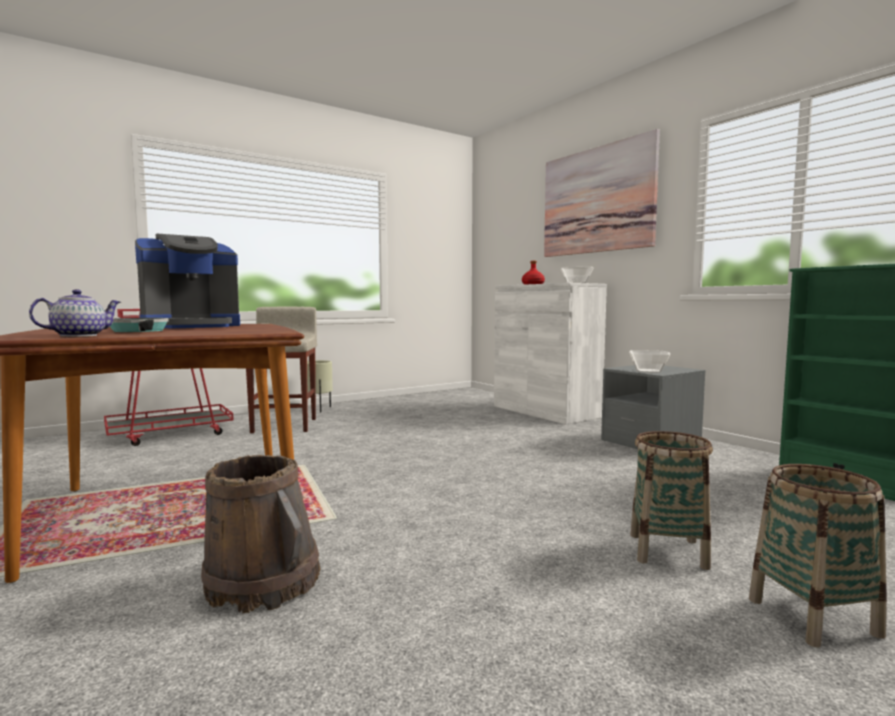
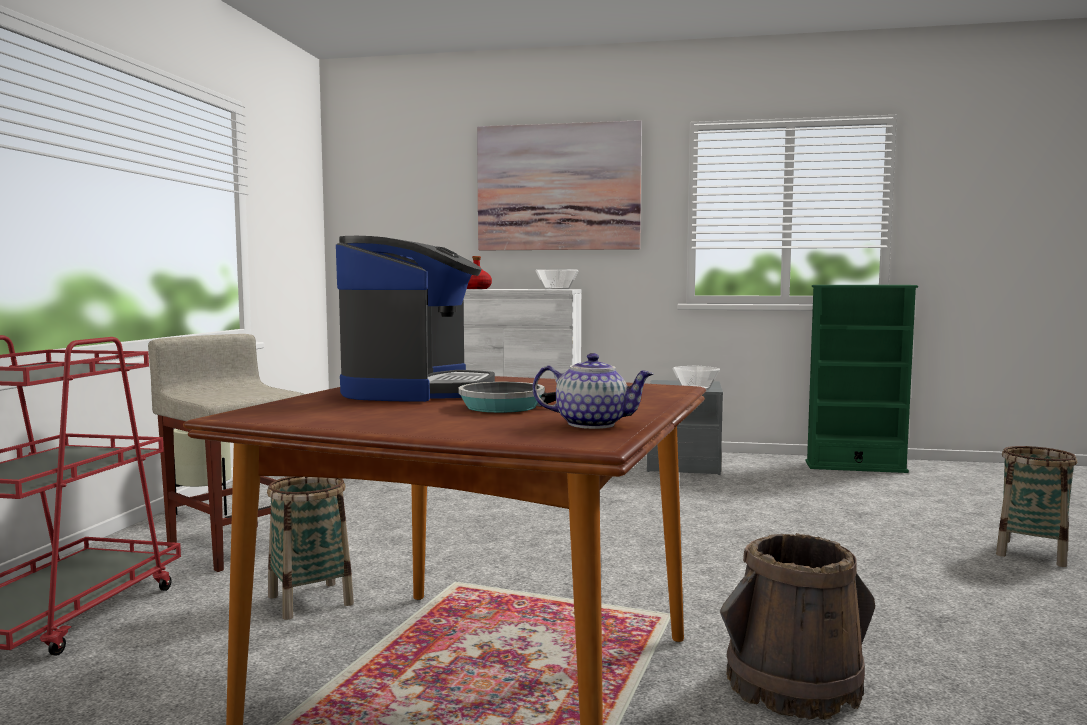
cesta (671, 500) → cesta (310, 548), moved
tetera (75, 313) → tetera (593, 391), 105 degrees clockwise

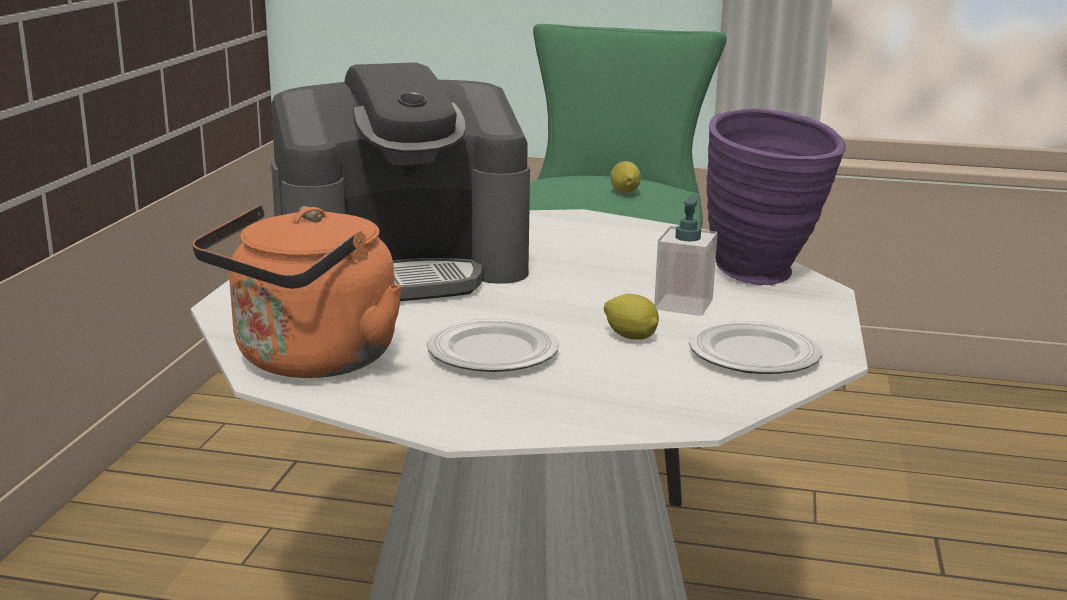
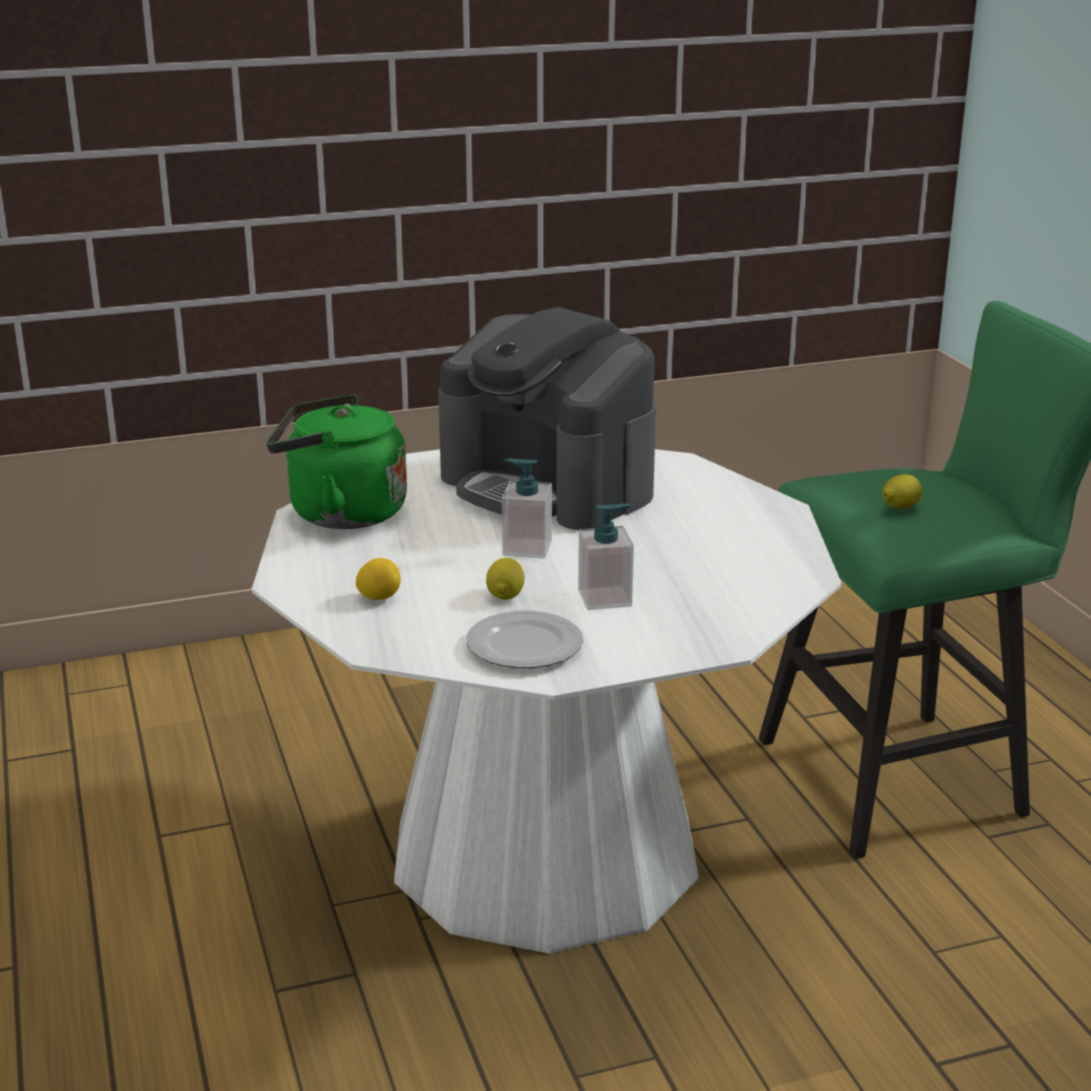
plato (493, 345) → -
florero [morado] (776, 196) → -
- → limón (378, 579)
- → dispensador de jabón (527, 509)
hervidor [naranja] (297, 291) → hervidor [verde] (336, 461)

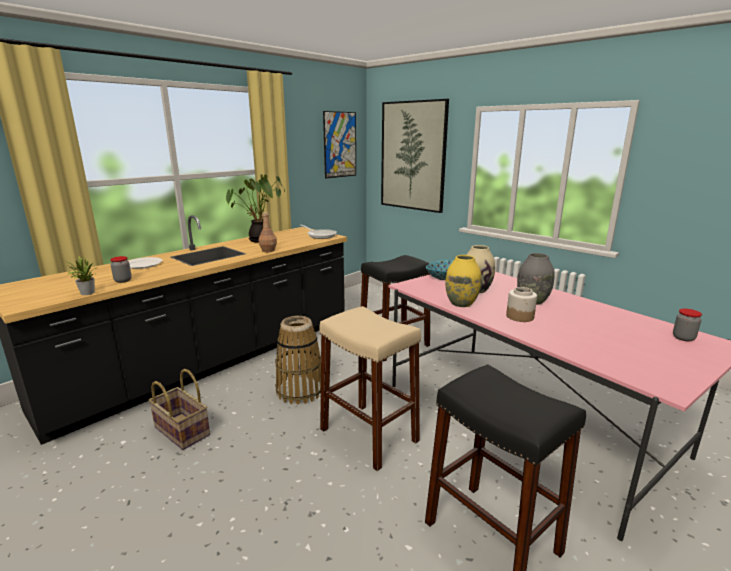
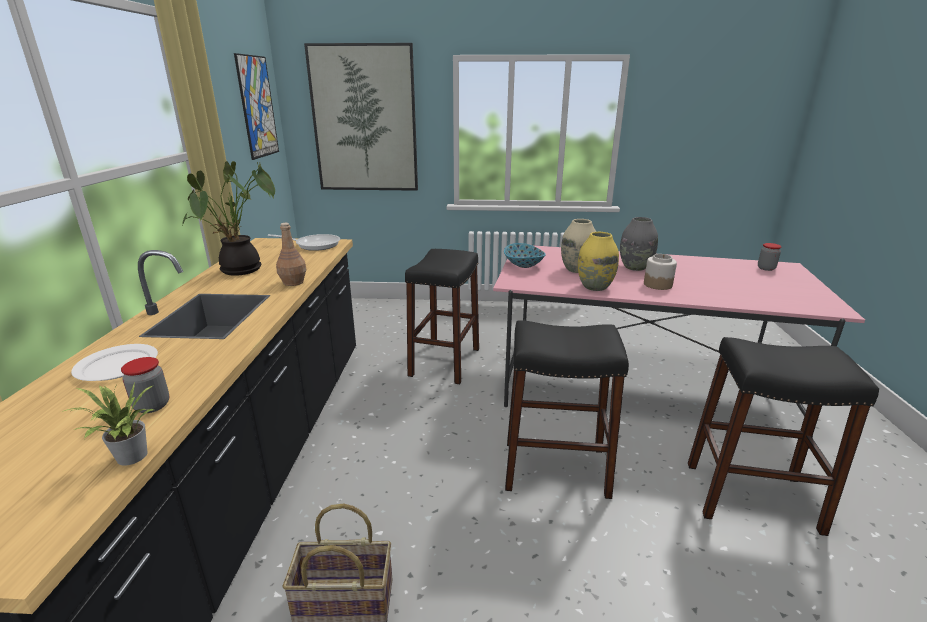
cesta (298, 360) → -
taburete [beis] (370, 388) → taburete [negro] (567, 409)

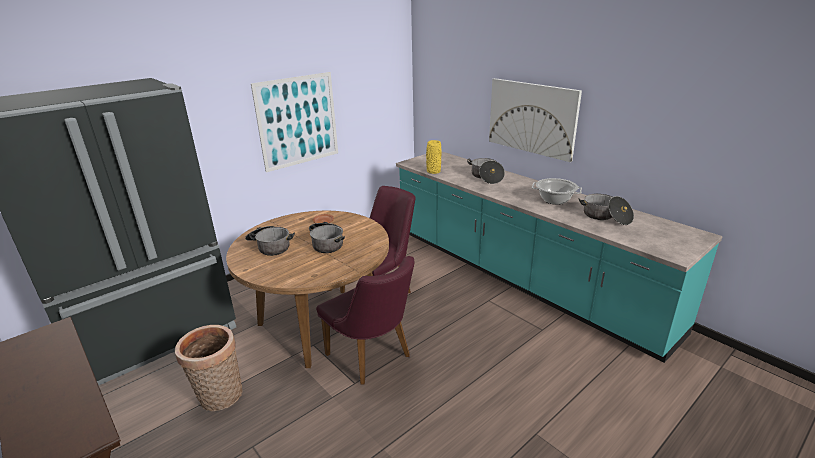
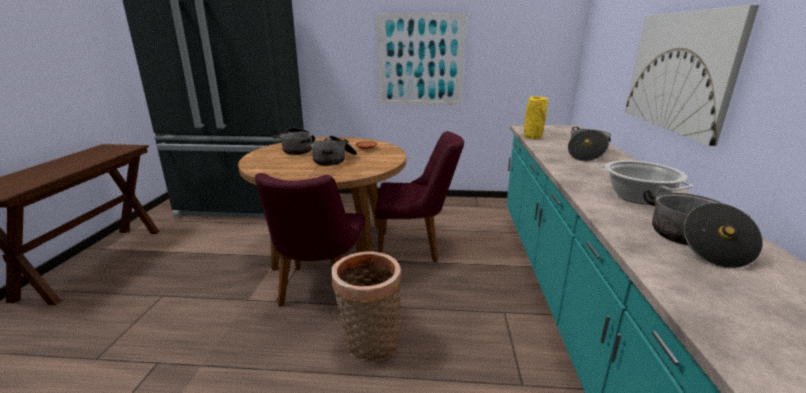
cesta (209, 368) → cesta (366, 306), moved

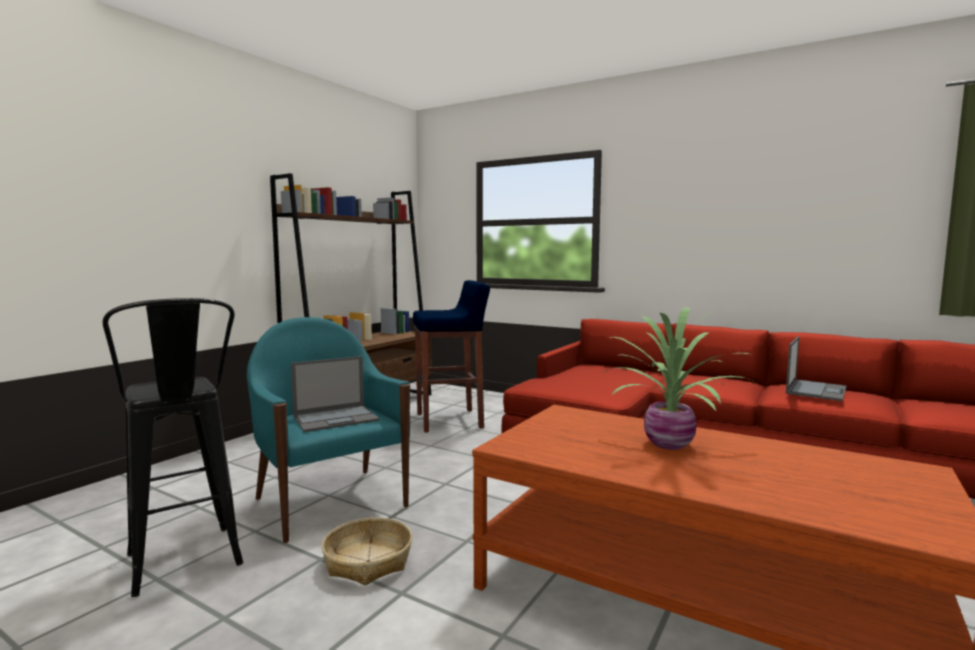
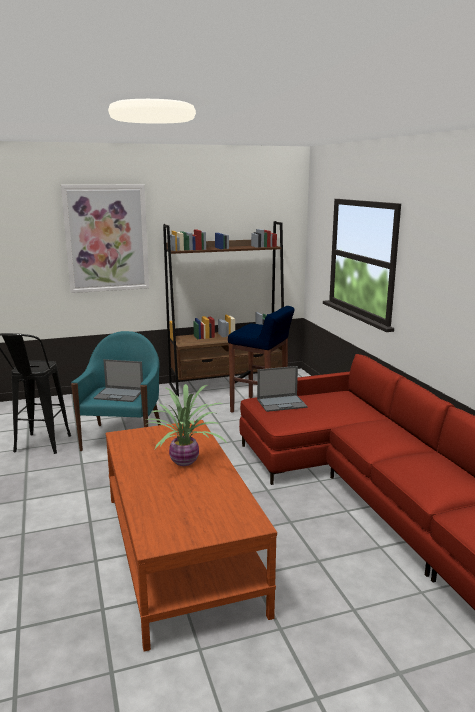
cesta (367, 551) → -
- → cuadro (105, 239)
portátil (816, 368) → portátil (282, 389), moved

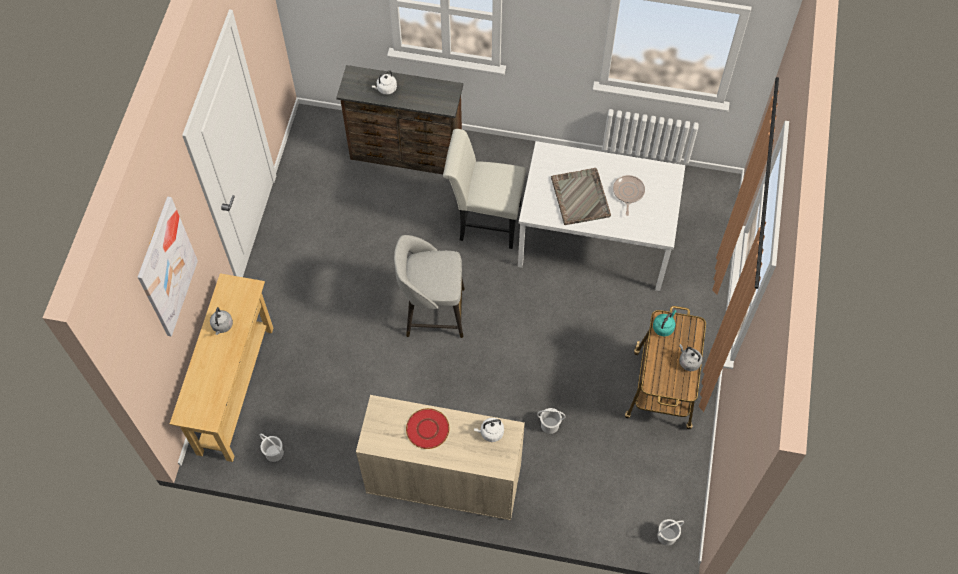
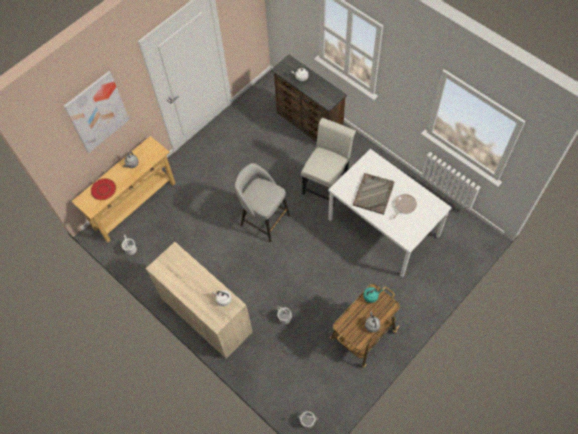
plato [rojo] (427, 428) → plato [rojo] (103, 189), moved
silla [blanco] (484, 189) → silla [blanco] (328, 162), 75 degrees clockwise

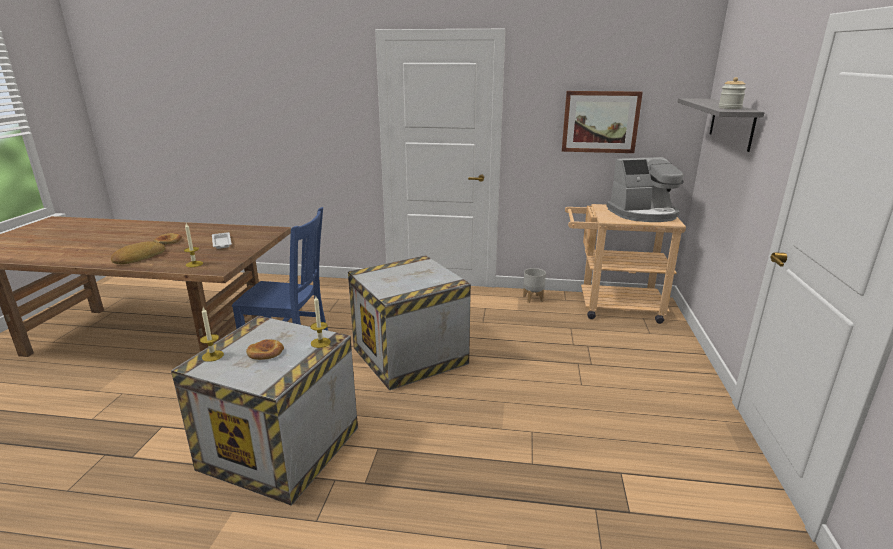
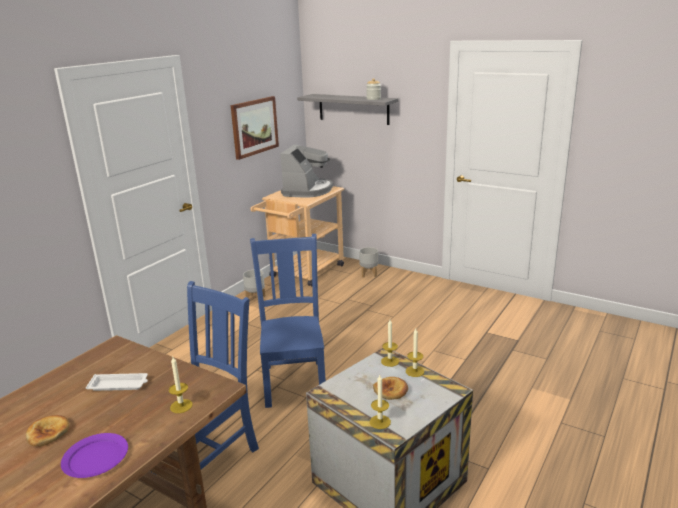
- → maceta [gris] (368, 262)
- → vela (415, 353)
pan (138, 252) → plato [morado] (94, 455)
caja de embalaje (409, 322) → silla [azul] (288, 321)

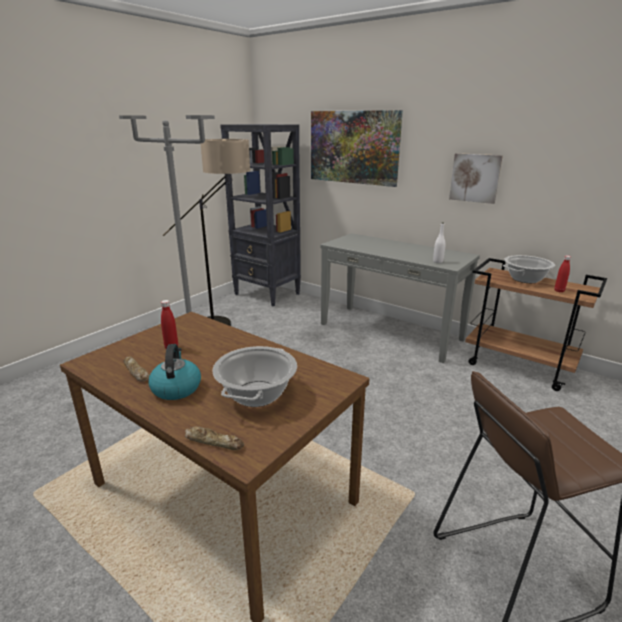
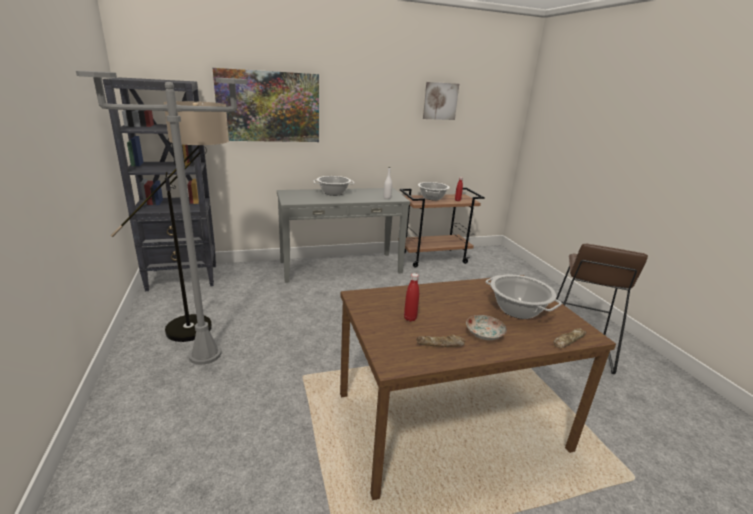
- → olla (333, 186)
cuadro (476, 178) → cuadro (441, 101), moved
hervidor (174, 372) → plato (486, 327)

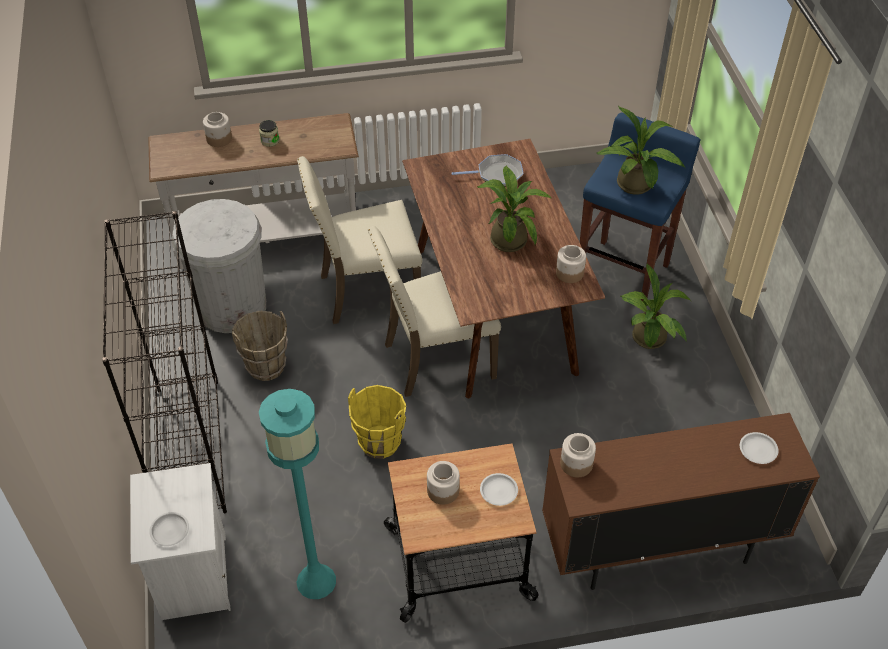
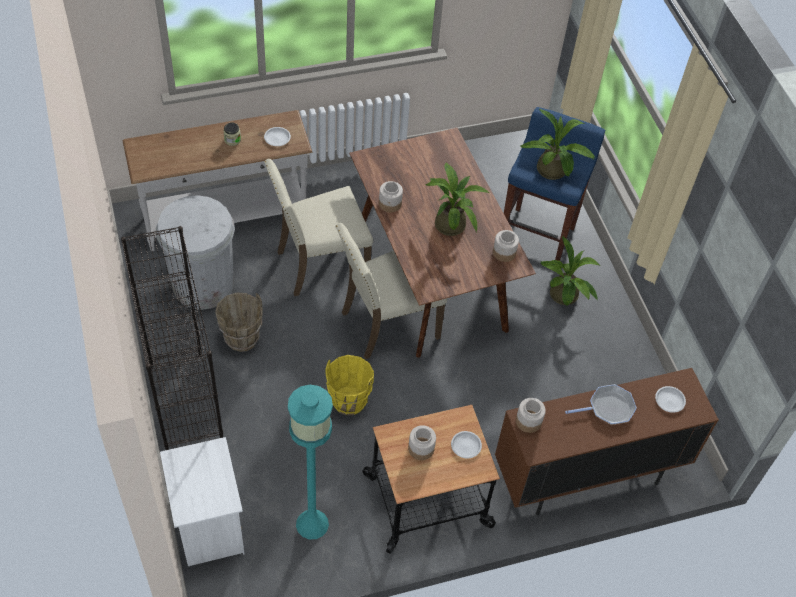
plato [blanco] (169, 529) → plato [blanco] (277, 136), moved
tarro (217, 129) → tarro (391, 197), moved
sartén (487, 170) → sartén (601, 404), moved

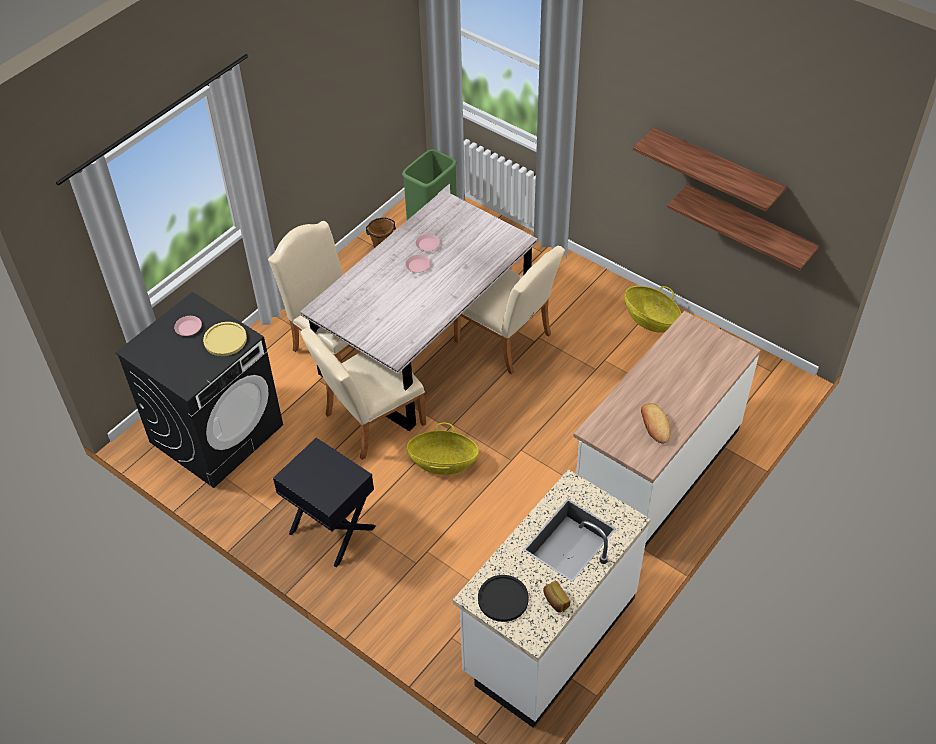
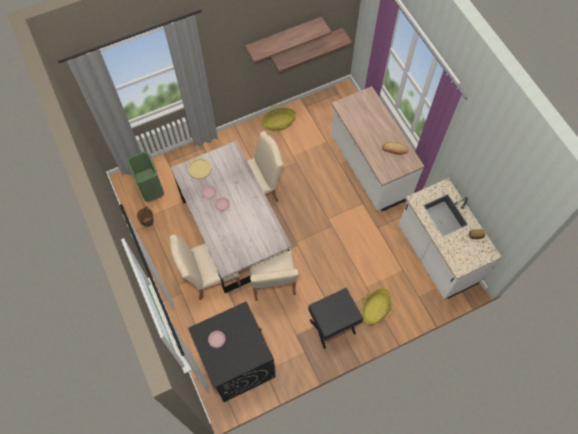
plato [negro] (503, 598) → -
plato [amarillo] (225, 339) → plato [amarillo] (199, 168), moved
cesta (442, 449) → cesta (377, 306), moved

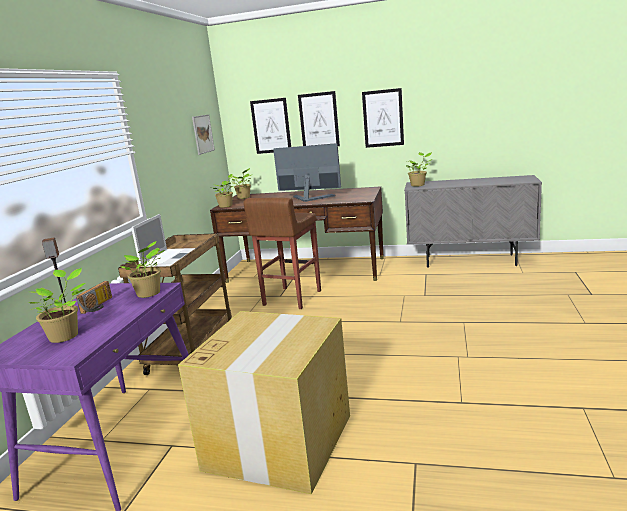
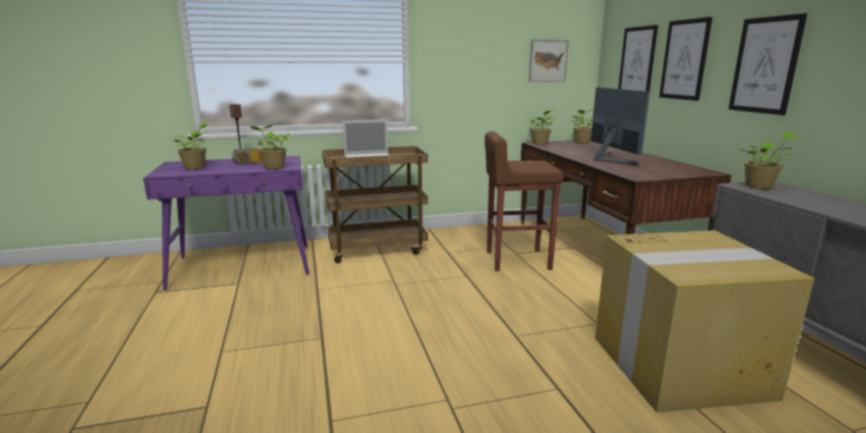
caja de cartón (264, 402) → caja de cartón (704, 321), moved

